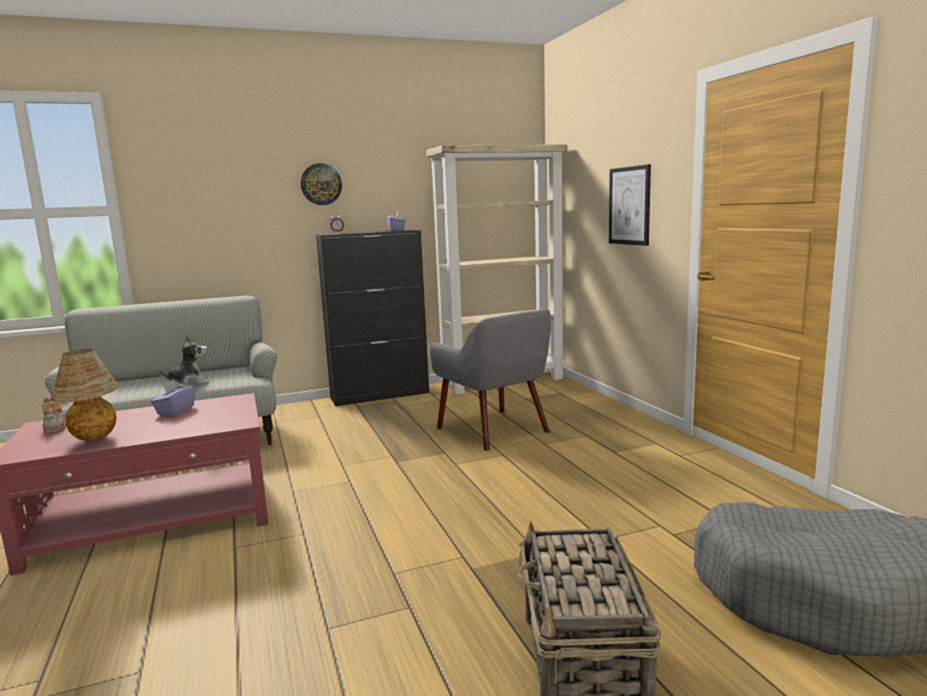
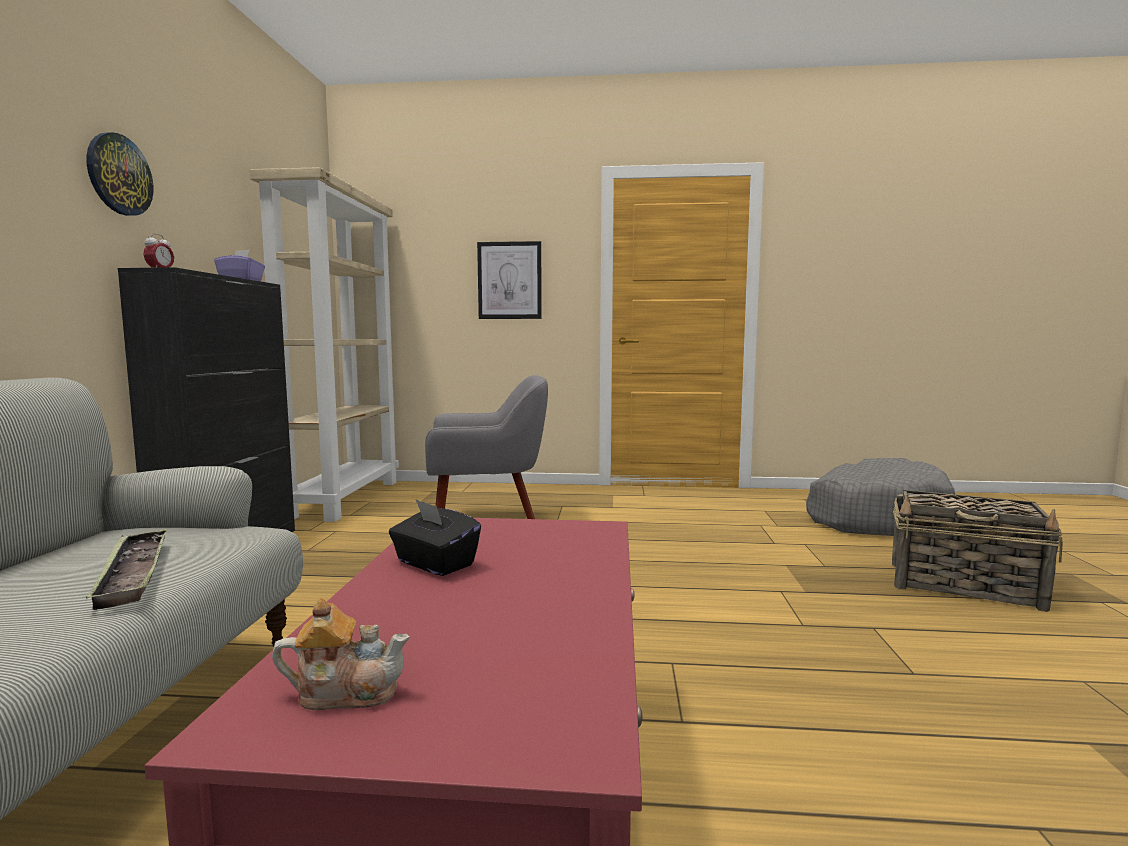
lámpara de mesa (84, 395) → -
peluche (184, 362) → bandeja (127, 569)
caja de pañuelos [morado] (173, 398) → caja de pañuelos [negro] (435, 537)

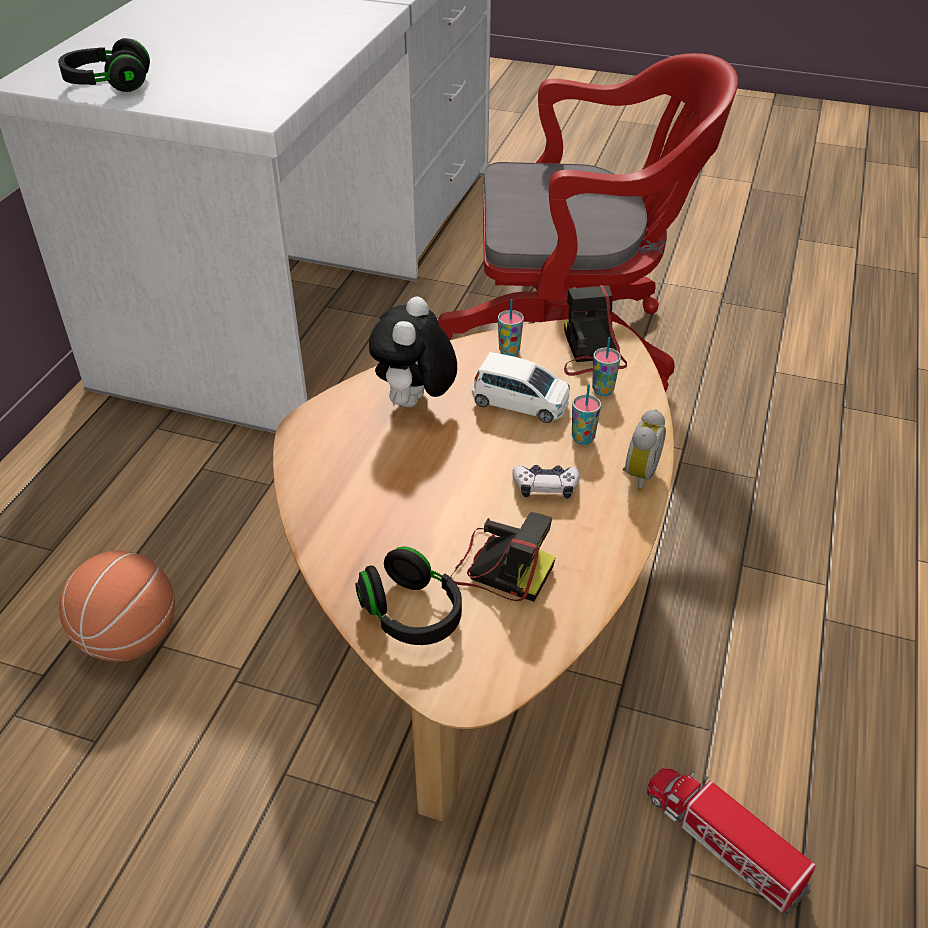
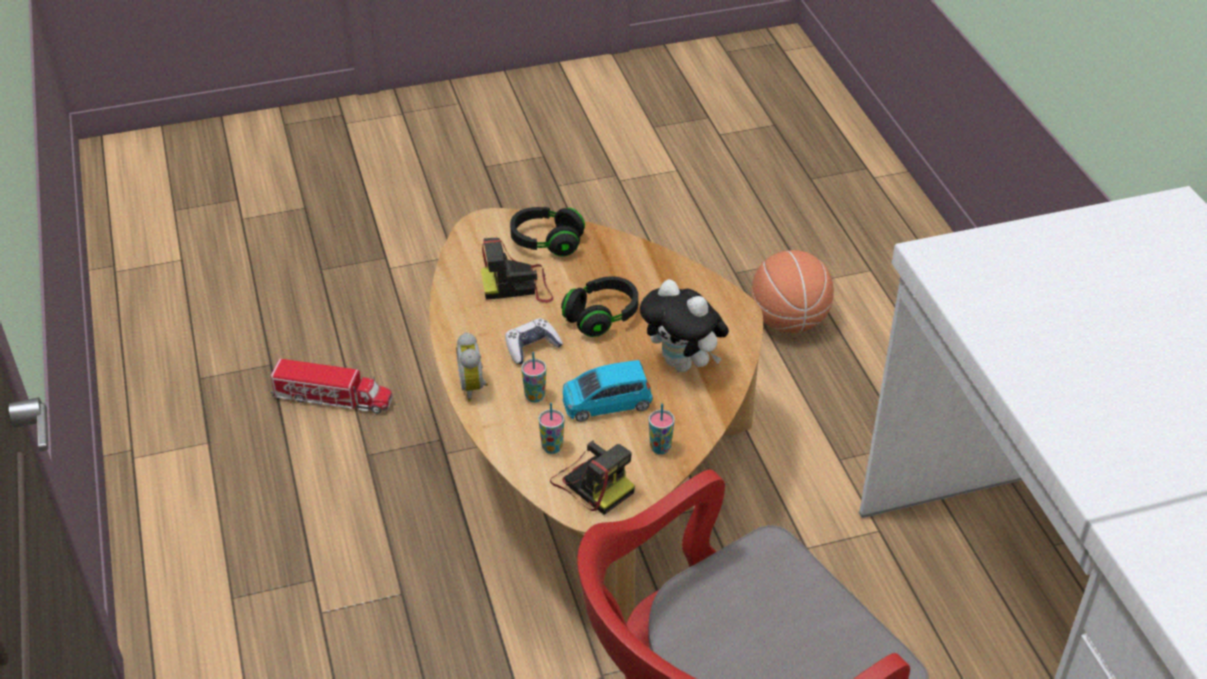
auriculares [negro] (104, 65) → auriculares [negro] (599, 306), moved
coche de juguete [blanco] (521, 387) → coche de juguete [azul] (607, 391)
peluche (413, 351) → peluche (684, 325), 150 degrees clockwise

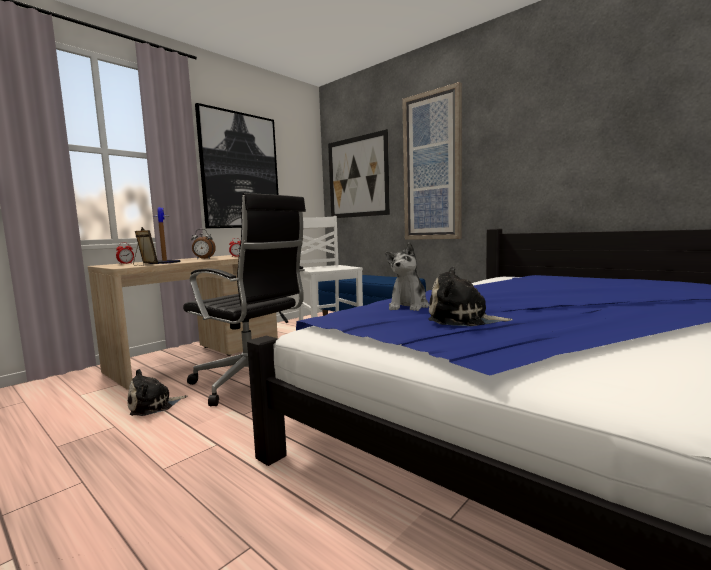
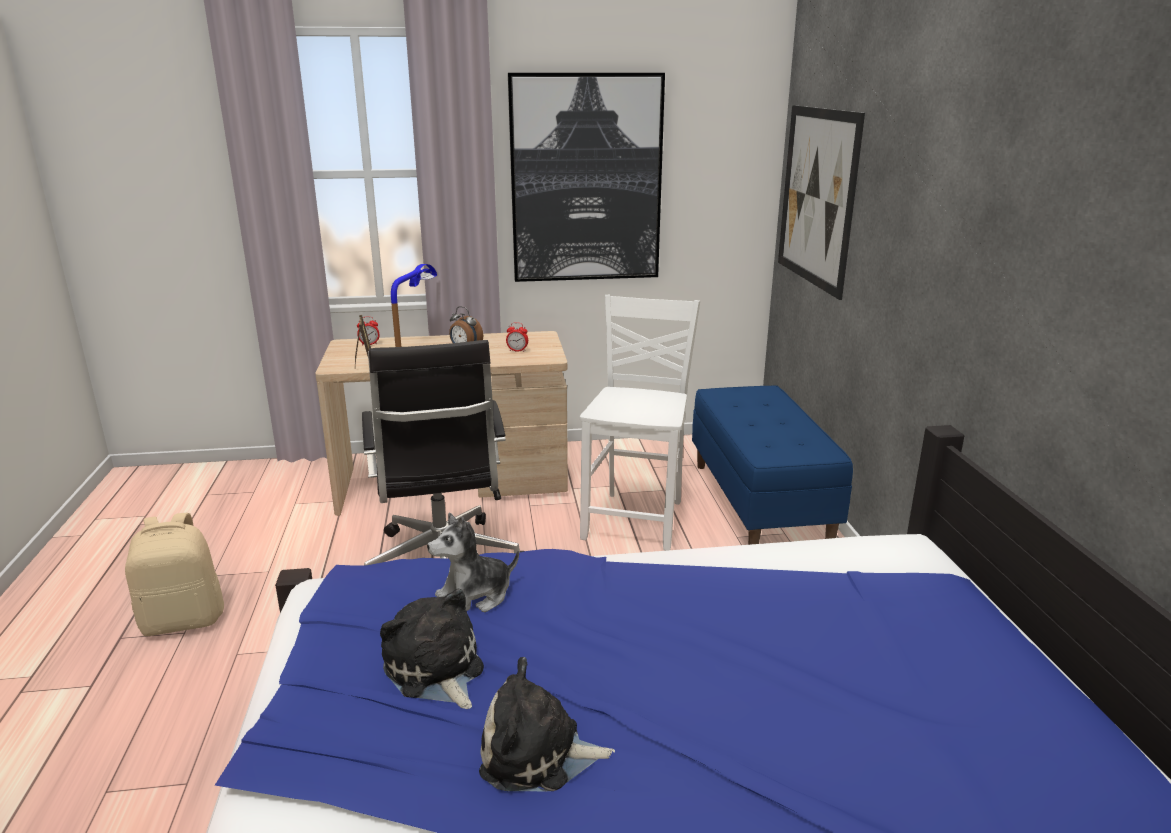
cuadro (432, 161) → -
- → mochila [beis] (174, 574)
peluche (157, 392) → peluche (547, 724), moved

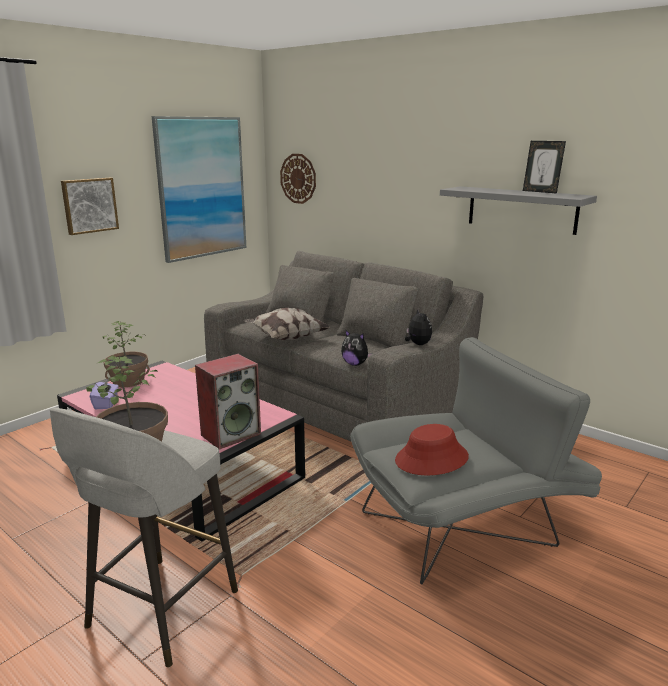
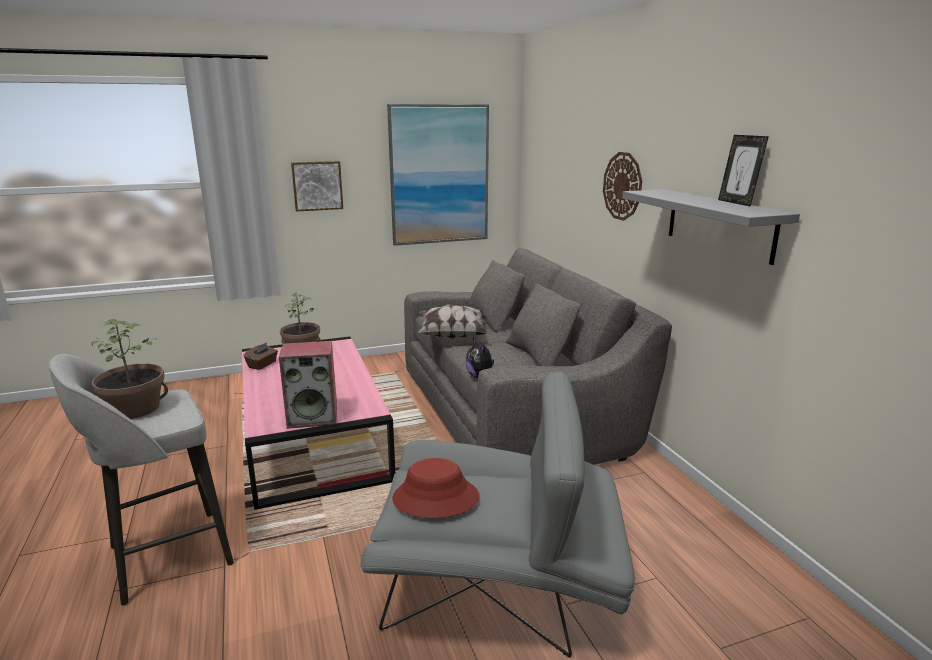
peluche (418, 327) → -
reloj de pared (298, 179) → reloj de pared (622, 186), moved
caja de pañuelos [morado] (104, 393) → caja de pañuelos [marrón] (261, 356)

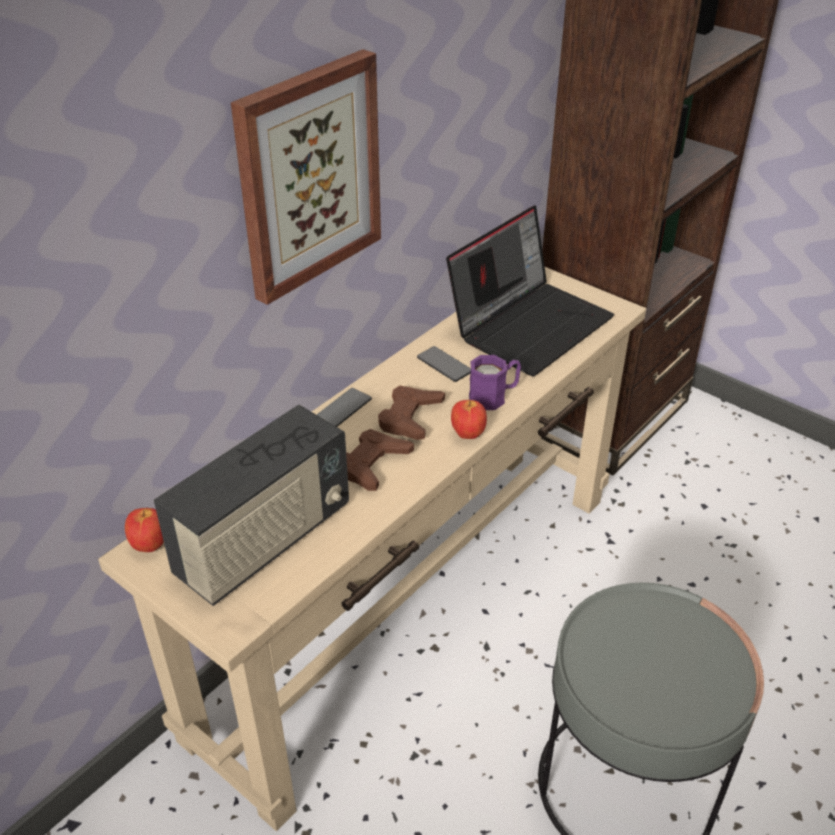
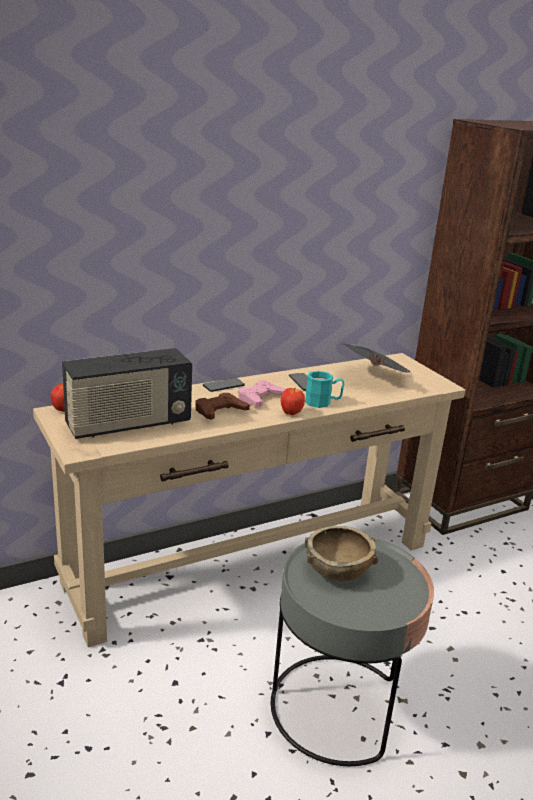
cuadro (306, 177) → -
- → cuenco [marrón] (341, 553)
portátil (530, 290) → periódico (375, 358)
mando de consola [marrón] (411, 413) → mando de consola [rosa] (262, 393)
taza grande [morado] (495, 382) → taza grande [turquesa] (324, 389)

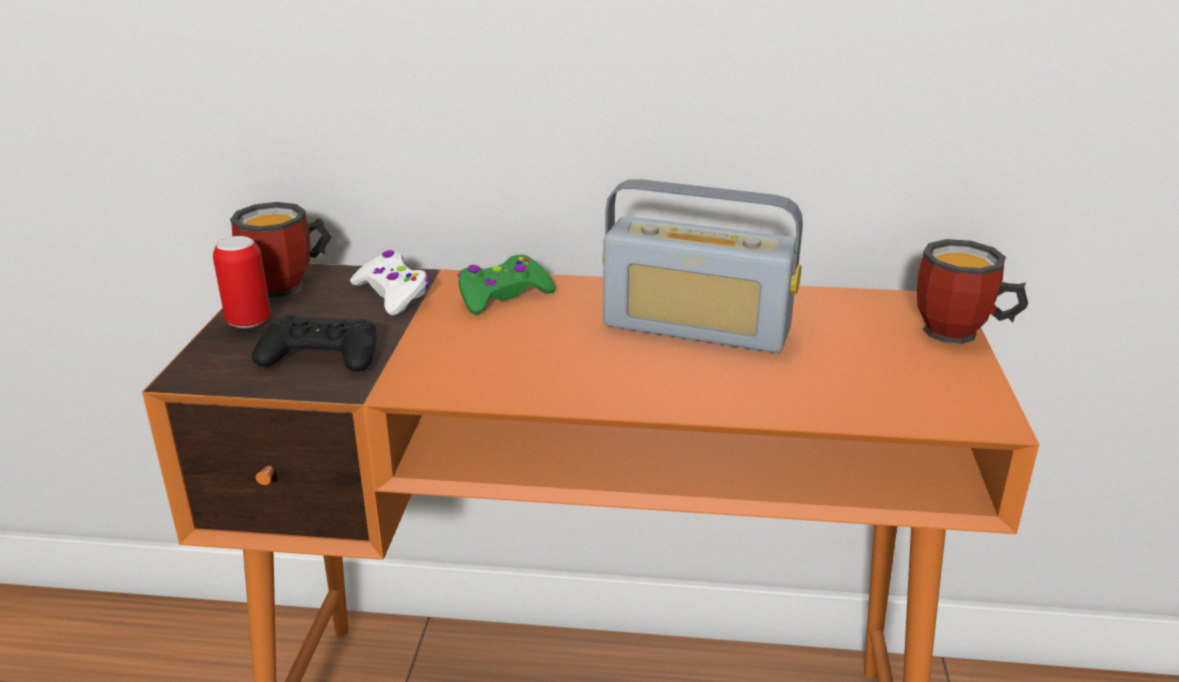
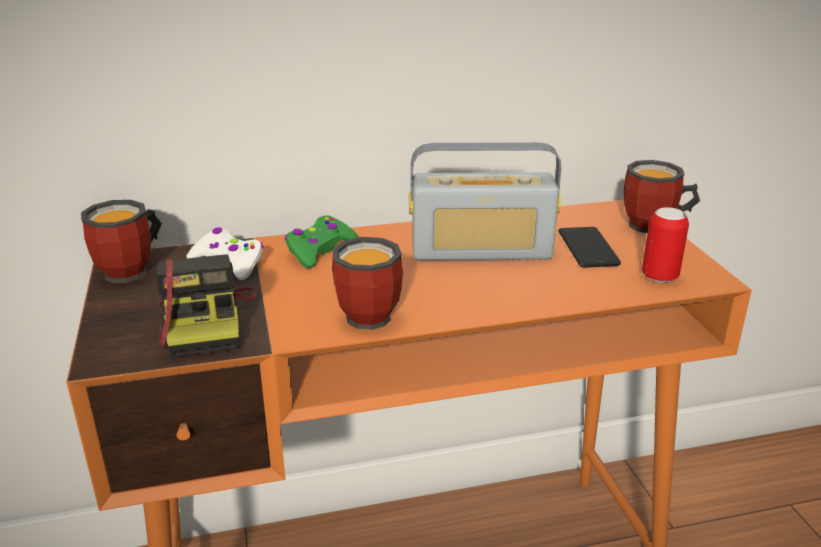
- → taza grande (367, 283)
- → móvil (589, 247)
lata (242, 282) → lata (665, 245), moved
mando de consola [negro] (314, 343) → cámara (206, 306)

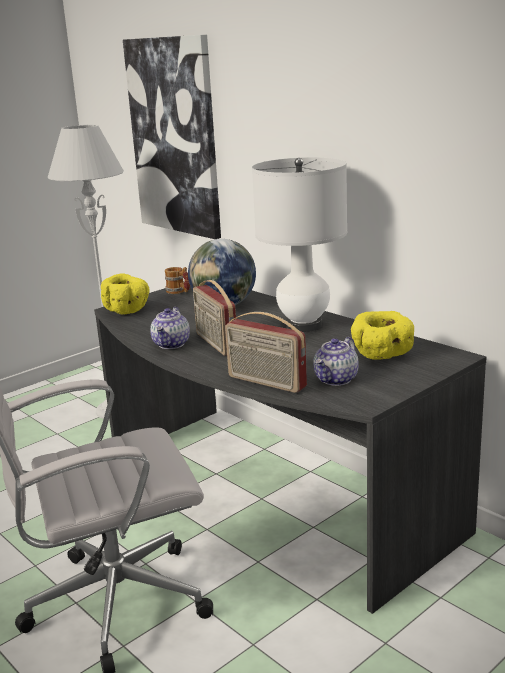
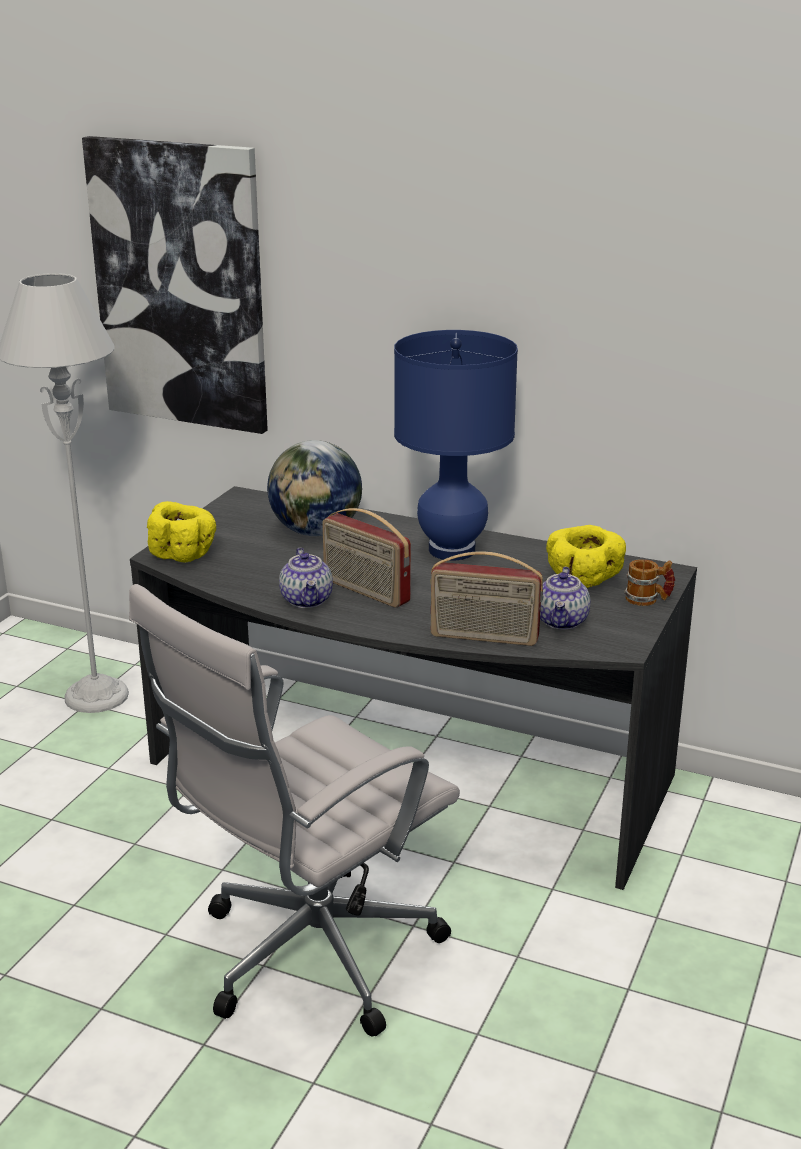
taza grande (177, 280) → taza grande (649, 582), moved
lámpara de mesa [blanco] (299, 244) → lámpara de mesa [azul] (456, 445)

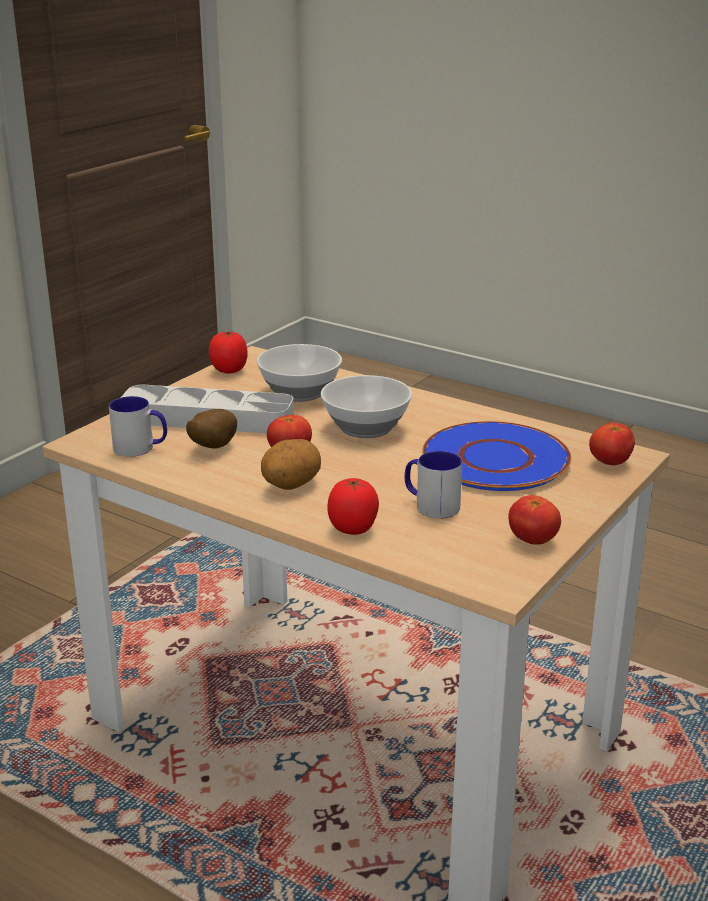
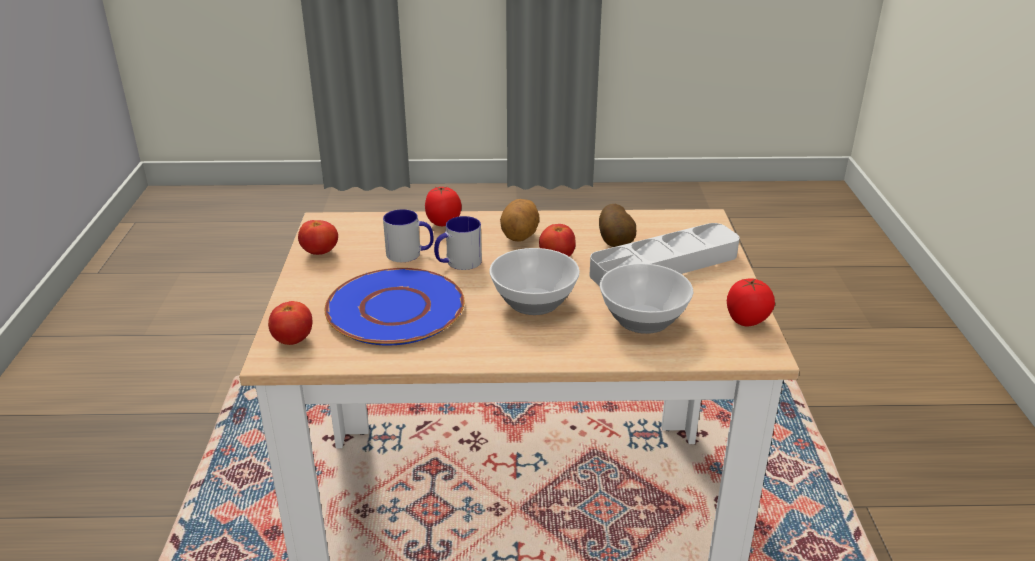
taza grande (138, 426) → taza grande (458, 243), moved

